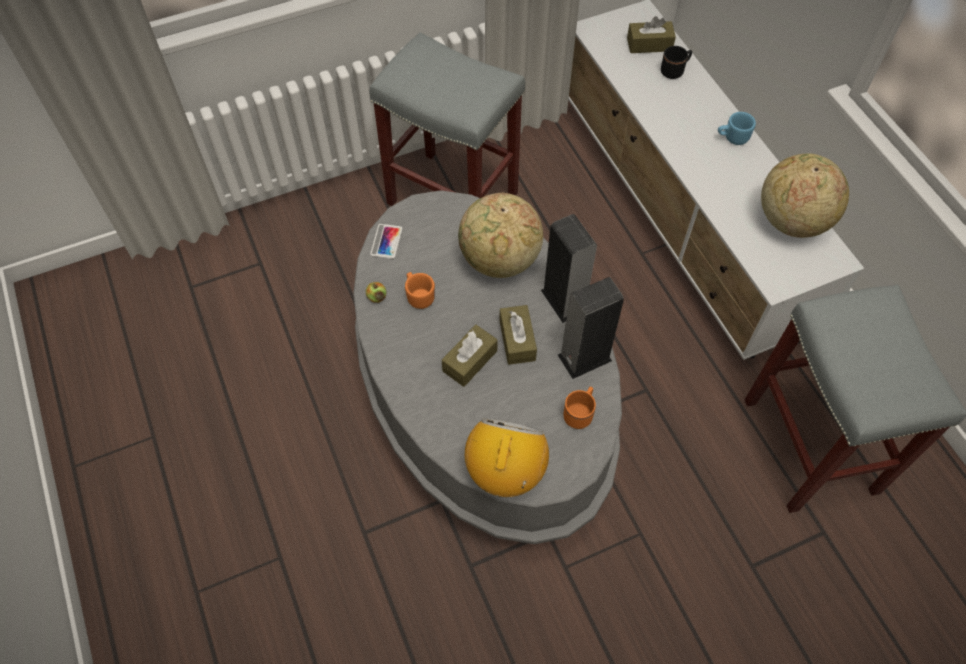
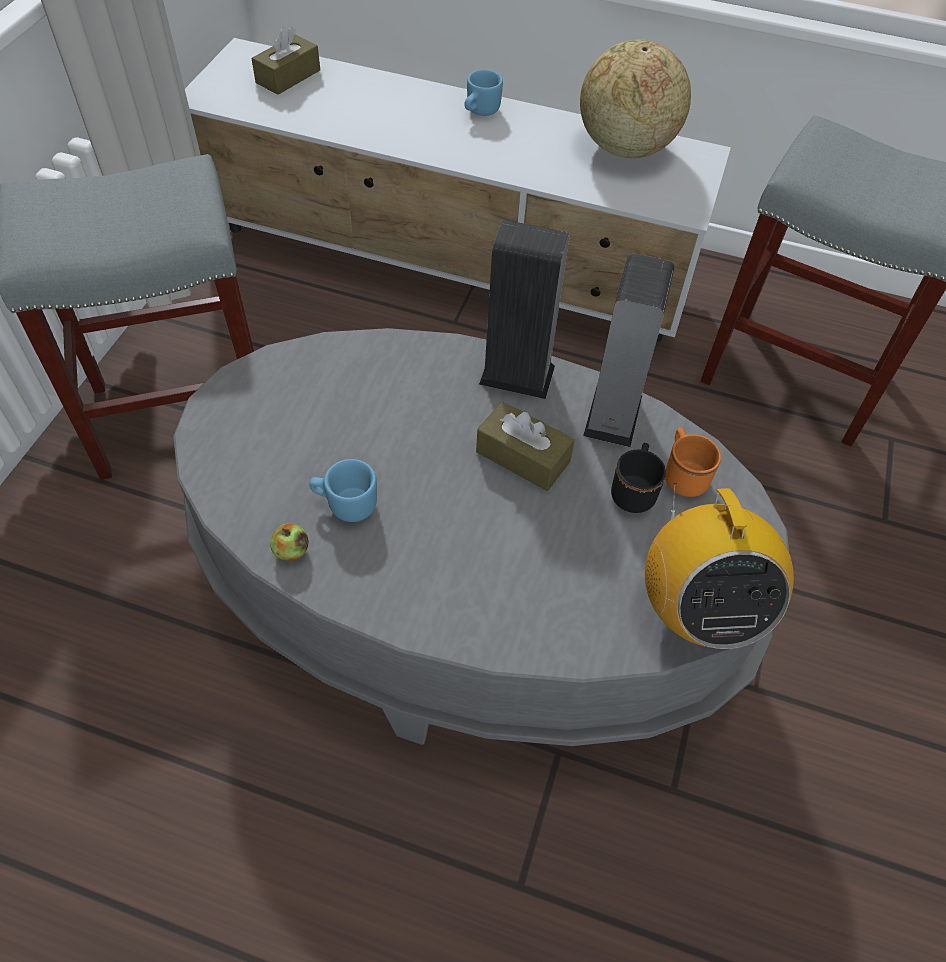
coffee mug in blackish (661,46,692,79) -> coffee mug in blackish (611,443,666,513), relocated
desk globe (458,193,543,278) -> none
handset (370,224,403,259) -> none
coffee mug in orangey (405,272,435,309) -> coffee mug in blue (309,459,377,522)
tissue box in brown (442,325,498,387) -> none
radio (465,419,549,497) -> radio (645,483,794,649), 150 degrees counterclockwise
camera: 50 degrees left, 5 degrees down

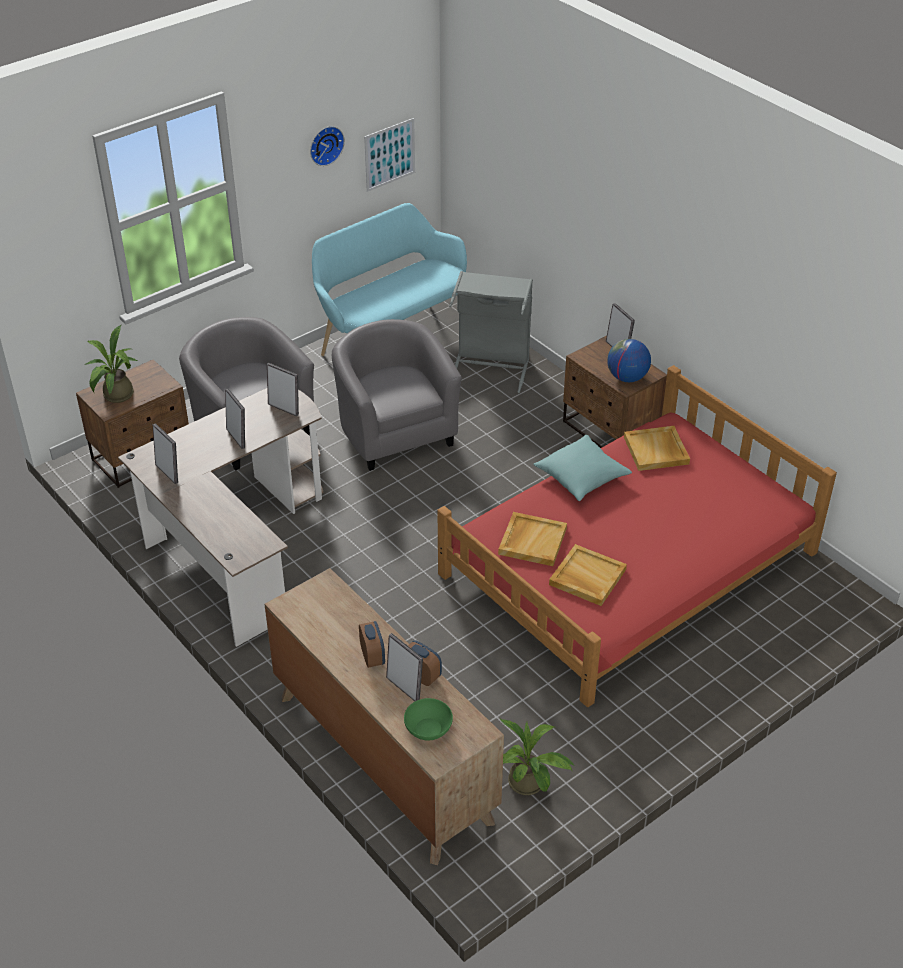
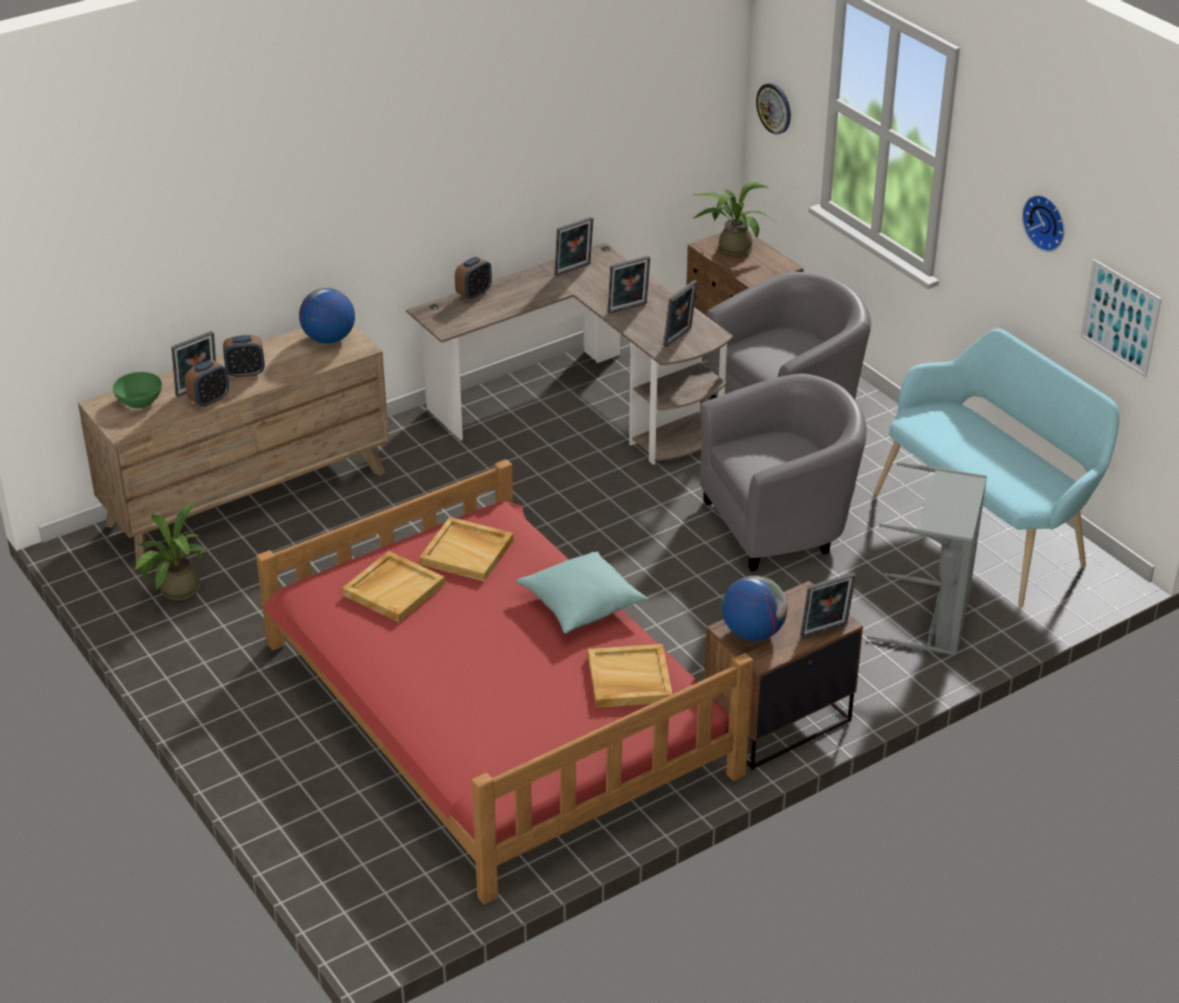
none -> clock on the wall (756,83,791,134)
none -> bedside clock (455,256,492,300)
none -> desk globe (299,288,355,344)
camera: 95 degrees right, 5 degrees down

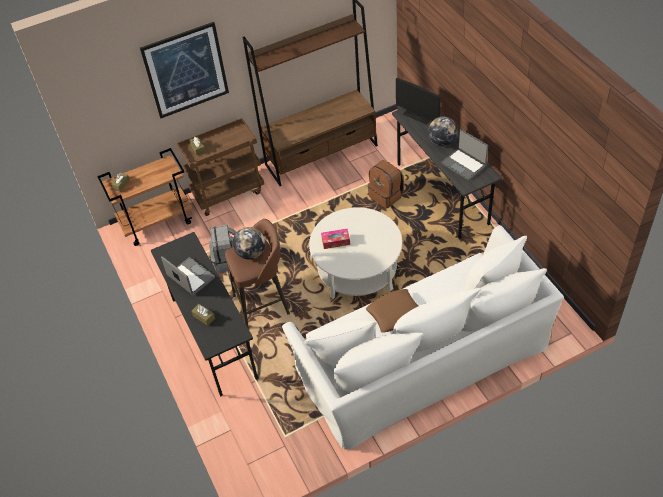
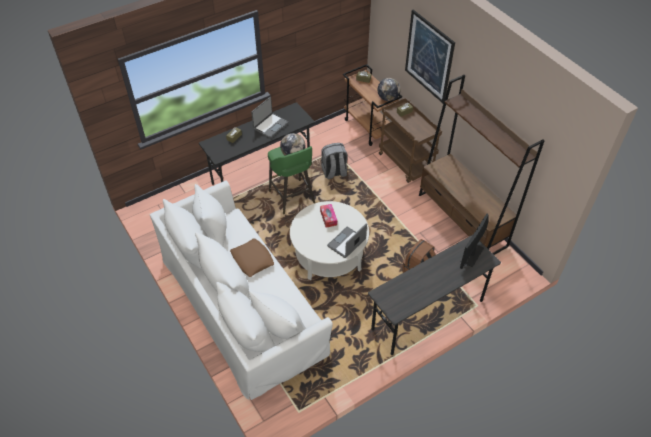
desk globe (428,117,458,147) -> desk globe (377,78,401,101), relocated
laptop (441,129,488,181) -> laptop (327,224,367,258), relocated
stool in brown (225,219,290,328) -> stool in green-coloured (268,146,315,215)
camera: 80 degrees right, 0 degrees up

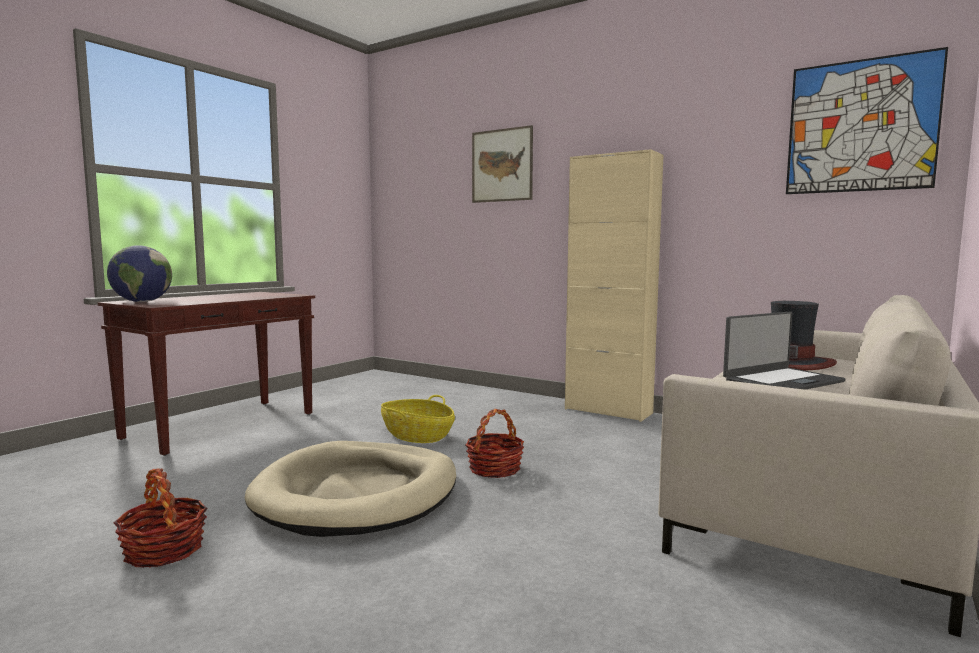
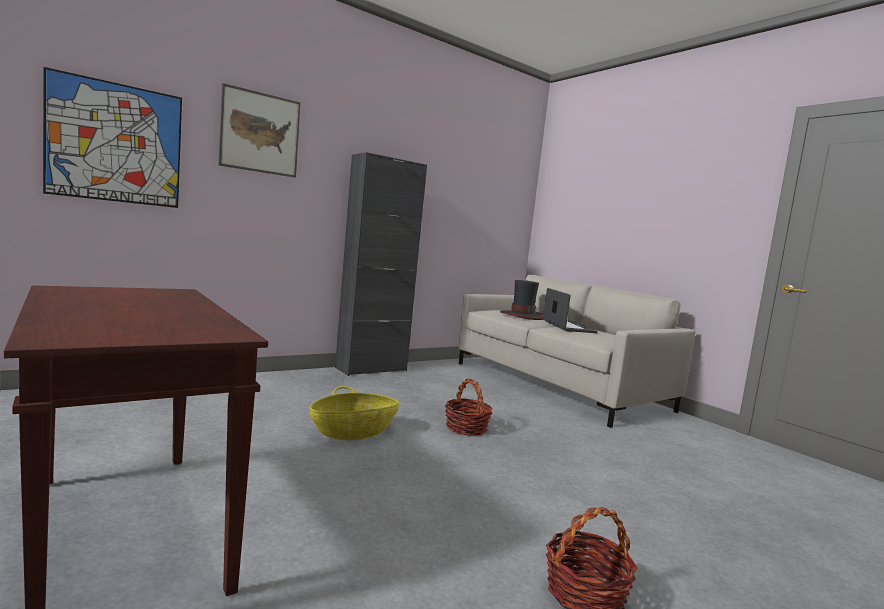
wall picture (786,47,948,194) -> wall picture (43,67,182,208), relocated
storage cabinet in beige-coloured (565,149,664,422) -> storage cabinet in blackish (335,152,427,376)
desk globe (107,245,172,302) -> none
dog cushion in beige-coloured (245,441,456,537) -> none
camera: 70 degrees left, 0 degrees up

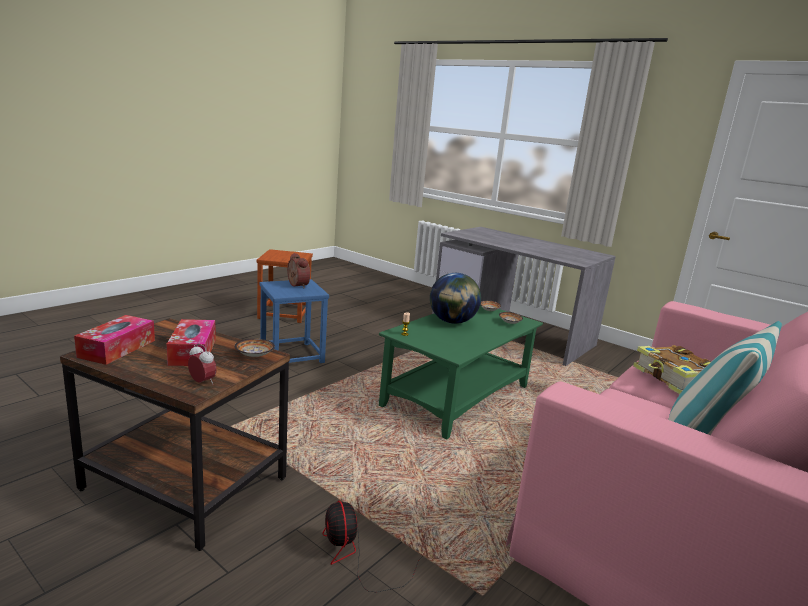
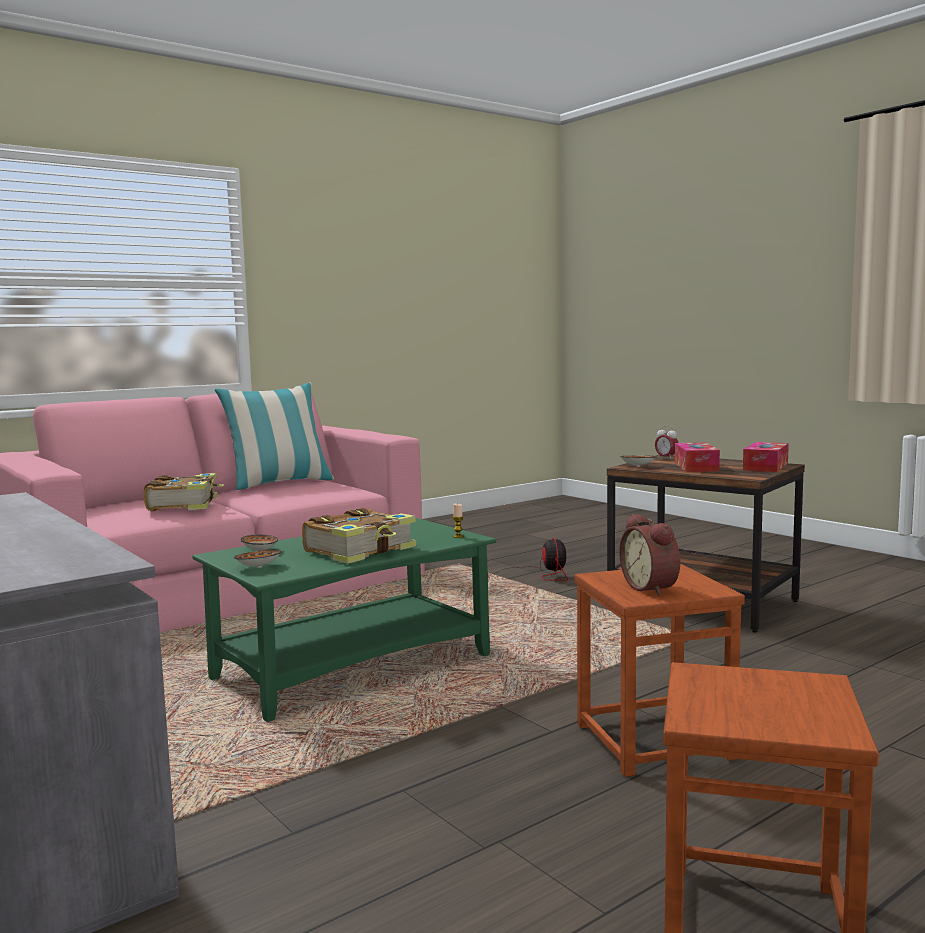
desk globe (430,273,481,324) -> volume (302,508,416,564)
stool in blue (260,279,329,363) -> stool in brown (574,564,745,777)
camera: 165 degrees left, 10 degrees down

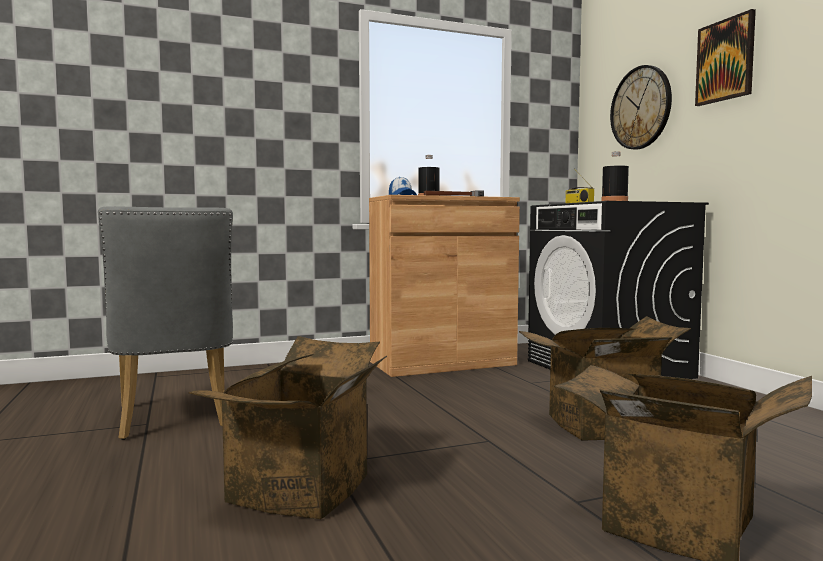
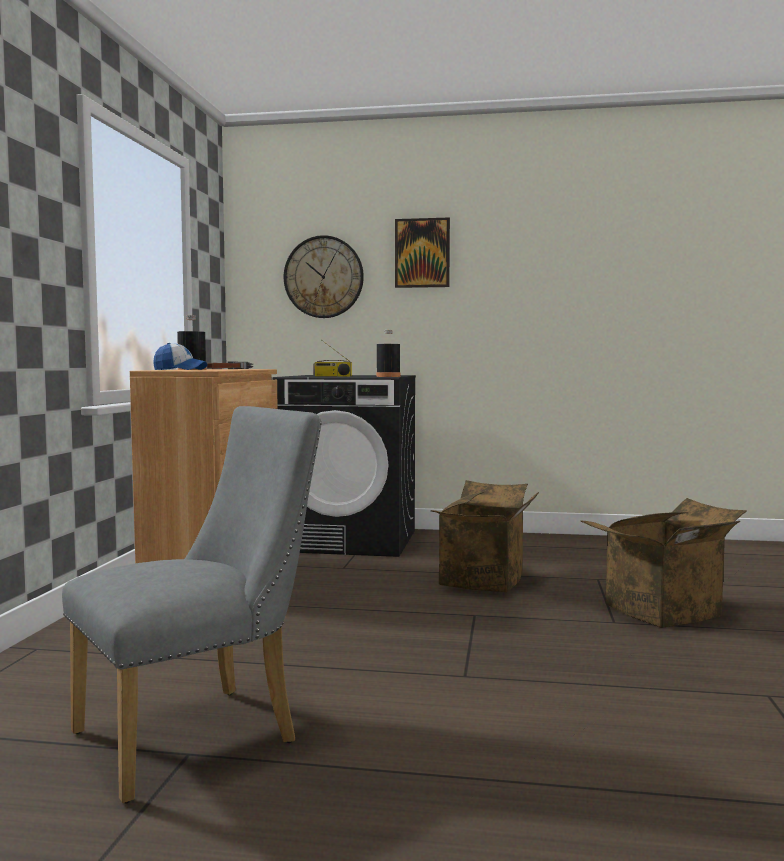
plain chair in greyish (98,206,233,440) -> plain chair in greyish (62,406,322,803), 45 degrees counterclockwise
carton (189,336,387,519) -> none
camera: 60 degrees left, 0 degrees up

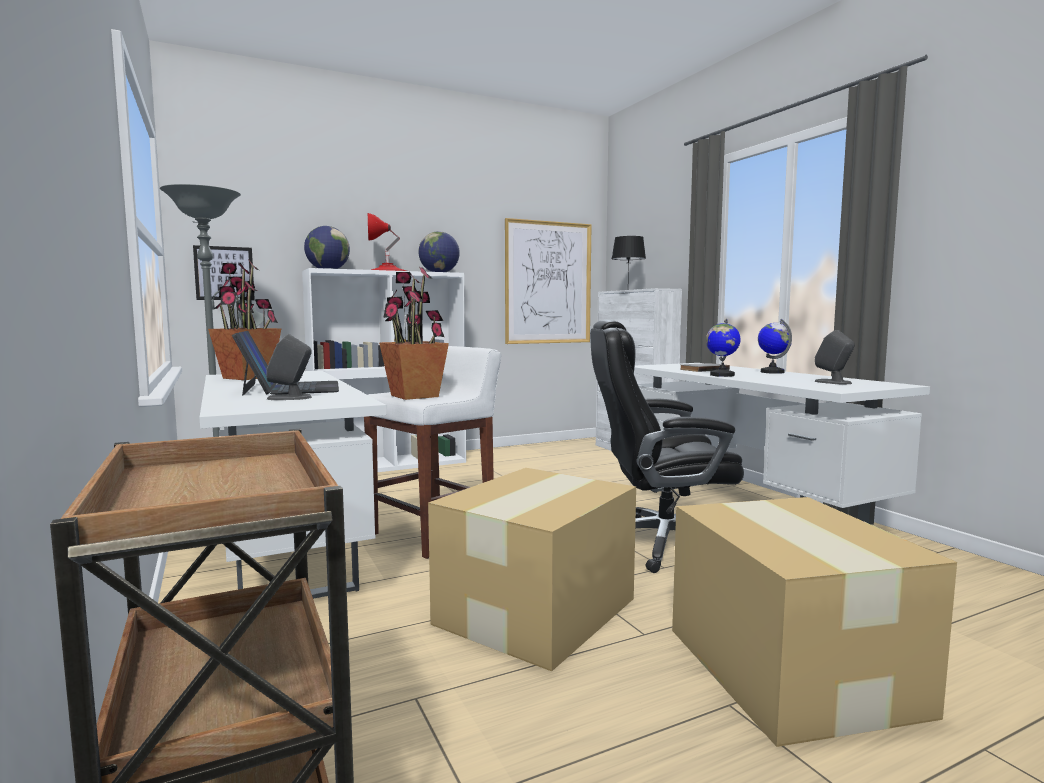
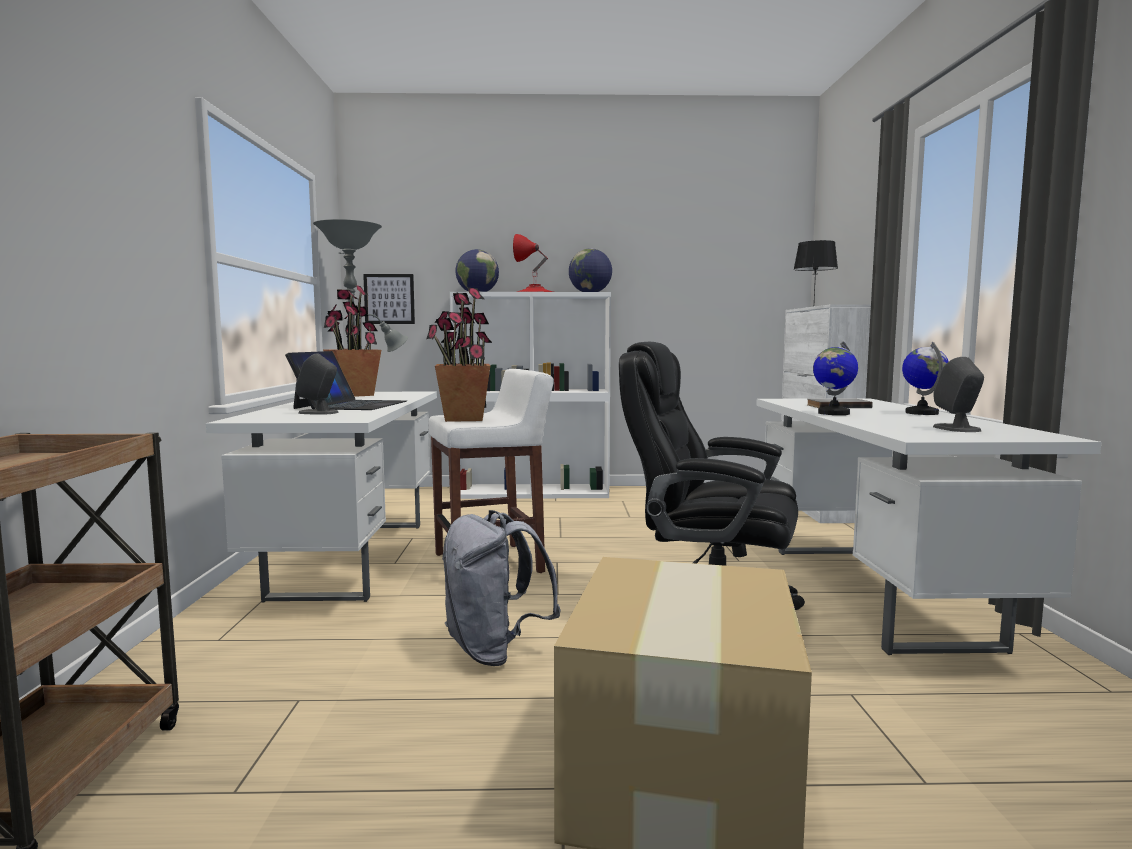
wall picture (505,218,592,344) -> none
carton (428,468,636,672) -> knapsack in greyish (442,510,561,666)
camera: 25 degrees right, 0 degrees up

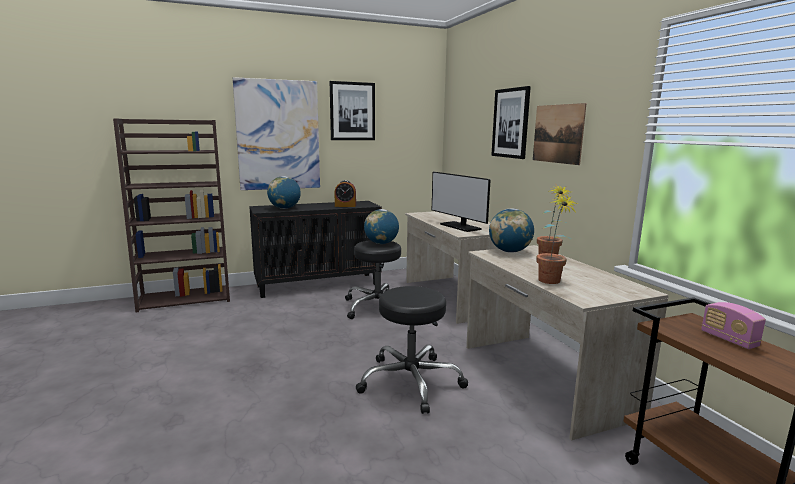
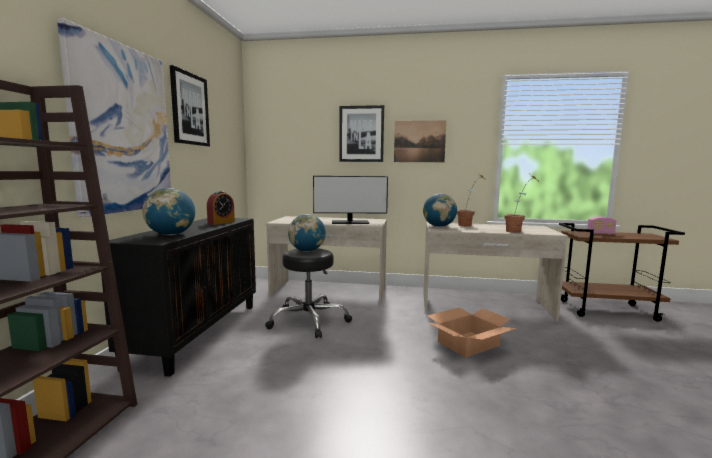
stool in blackish (356,286,468,414) -> carton (427,307,517,358)
camera: 60 degrees left, 5 degrees down

